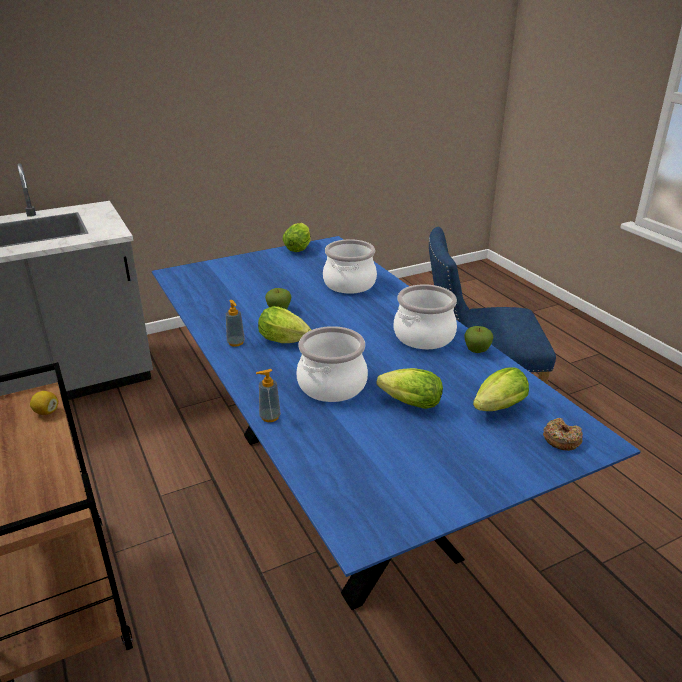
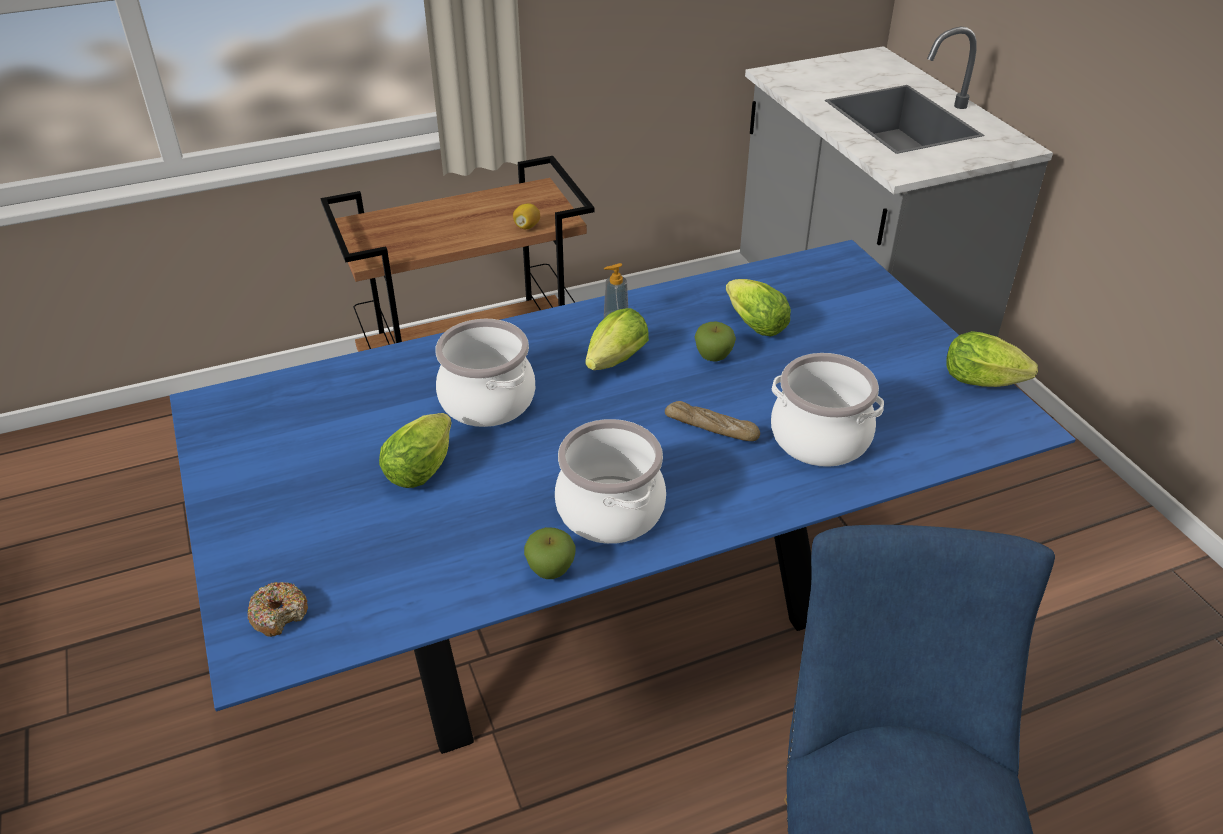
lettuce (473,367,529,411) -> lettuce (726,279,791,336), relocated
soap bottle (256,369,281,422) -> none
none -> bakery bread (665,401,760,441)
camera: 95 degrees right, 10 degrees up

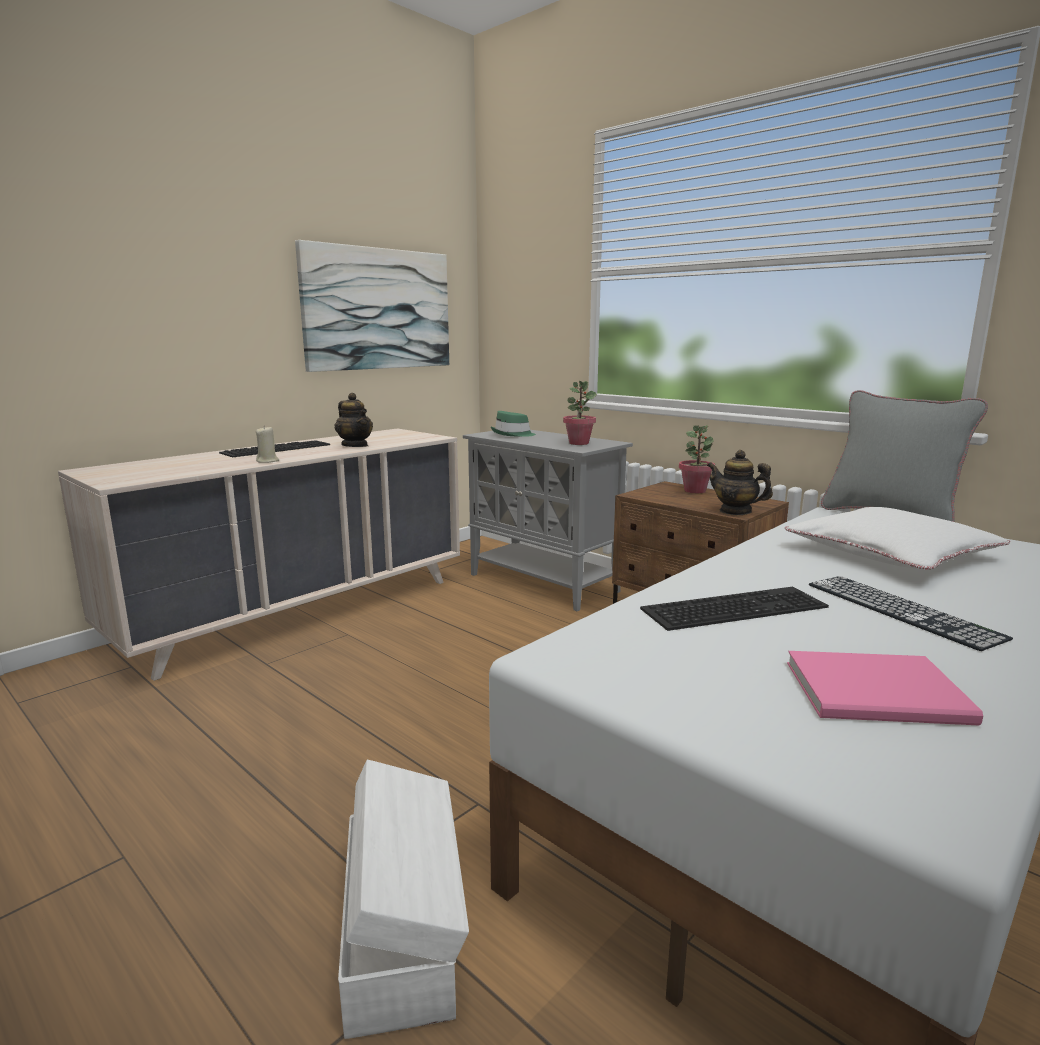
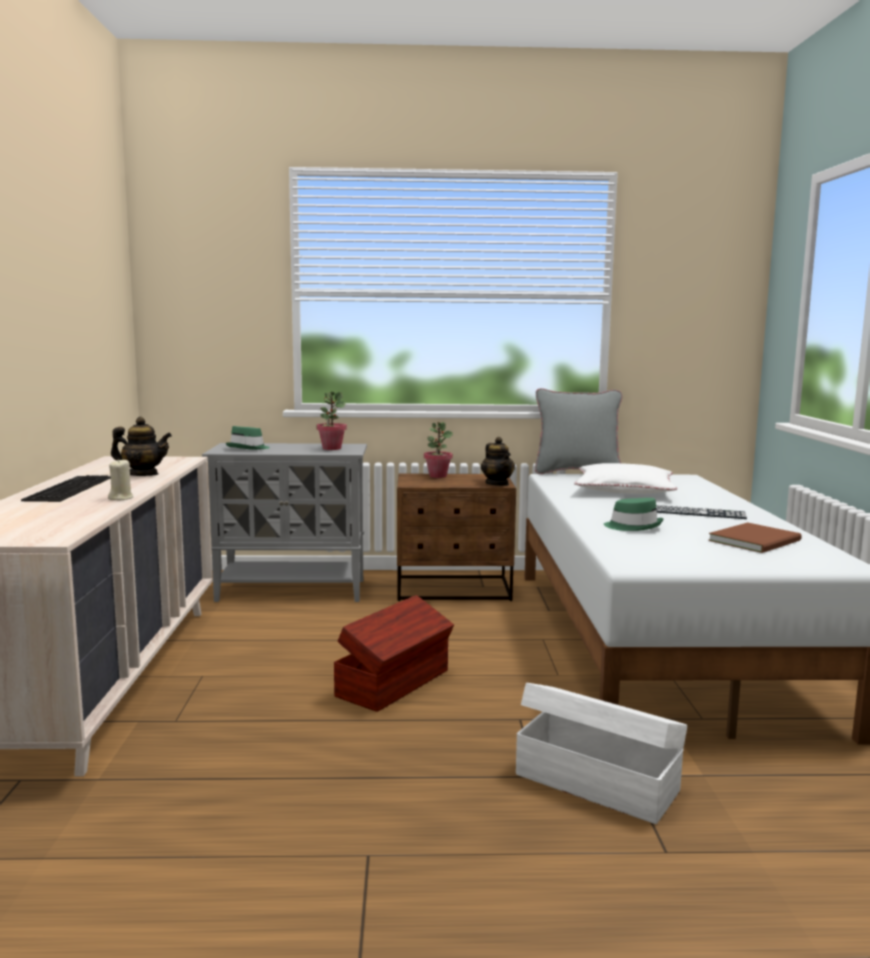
wall picture (295,240,449,372) -> none
teapot (707,450,773,515) -> teapot (481,437,515,486), 105 degrees counterclockwise
computer keyboard (640,587,829,631) -> hat in green-coloured (603,498,663,531)
volume in pinkish (787,651,983,725) -> volume in brown (708,523,802,553)
none -> storage bin in brown (334,595,454,712)
camera: 45 degrees left, 5 degrees down

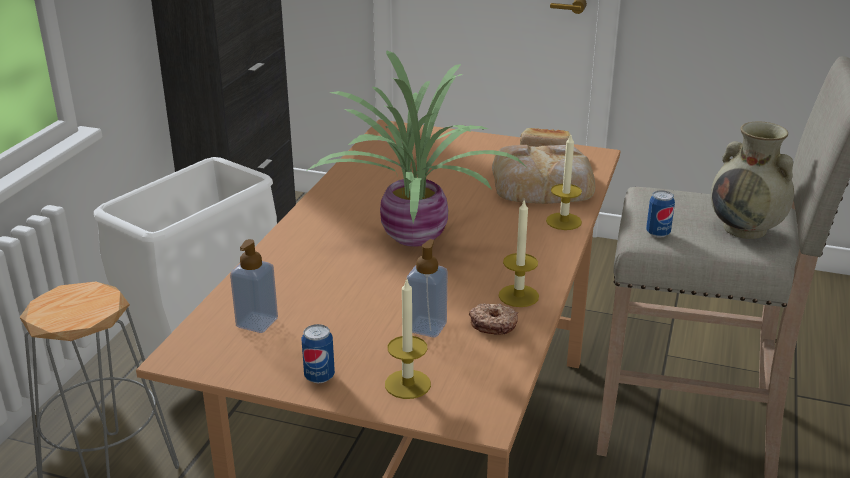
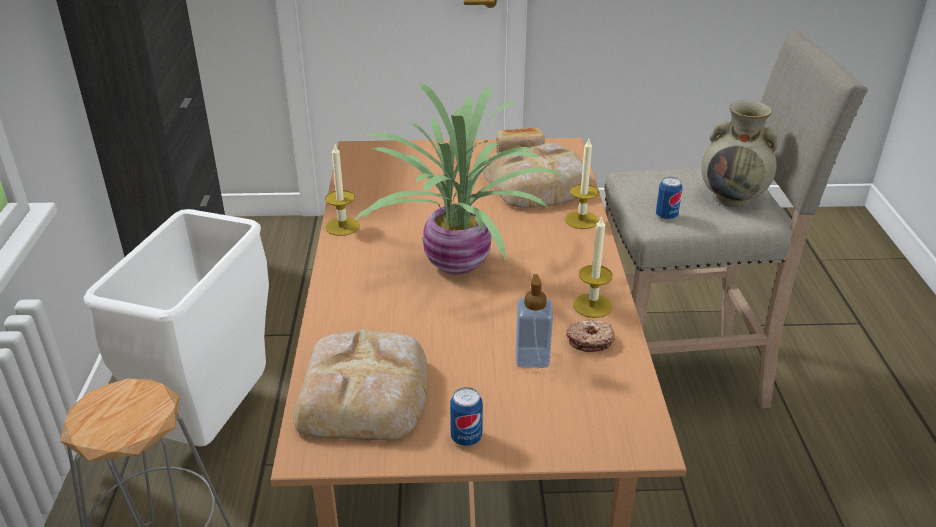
soap bottle (230,239,278,333) -> bakery bread (293,329,427,440)
wax candle (385,278,431,399) -> wax candle (325,145,360,236), relocated
camera: 20 degrees left, 5 degrees up

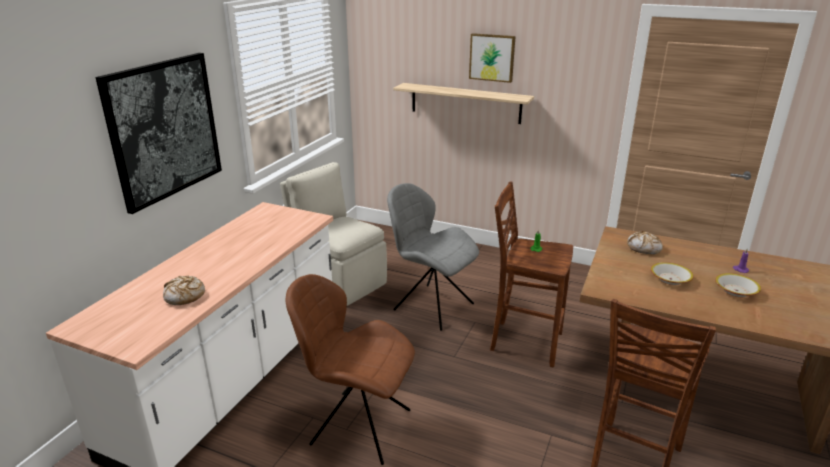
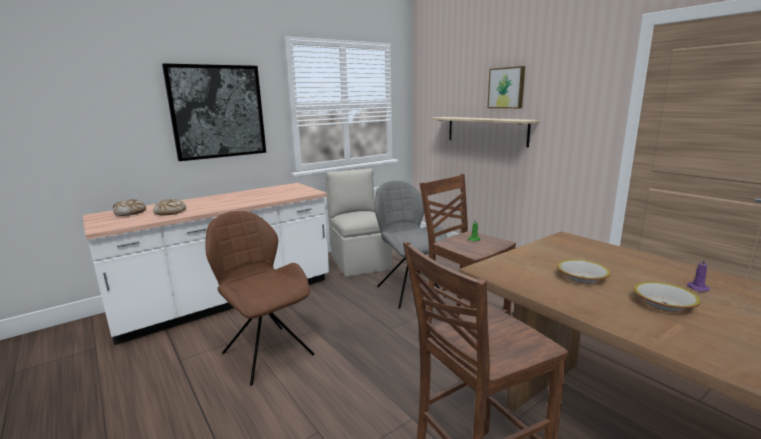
bakery bread (627,231,663,254) -> bakery bread (113,199,146,216), relocated
camera: 30 degrees right, 10 degrees down

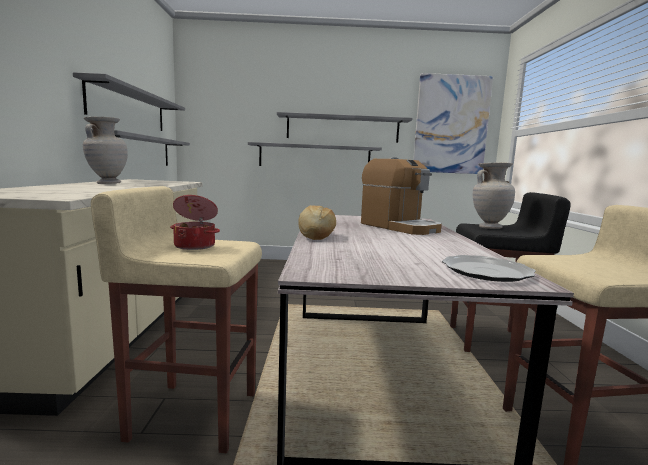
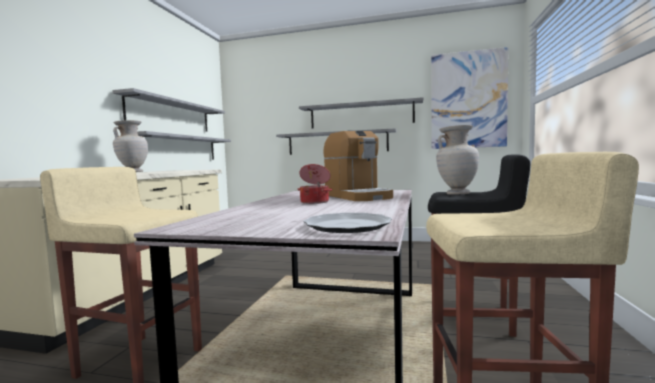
saucepot (170,195,220,250) -> saucepot (297,164,332,204), relocated
bakery bread (298,205,336,240) -> none
camera: 15 degrees right, 5 degrees down

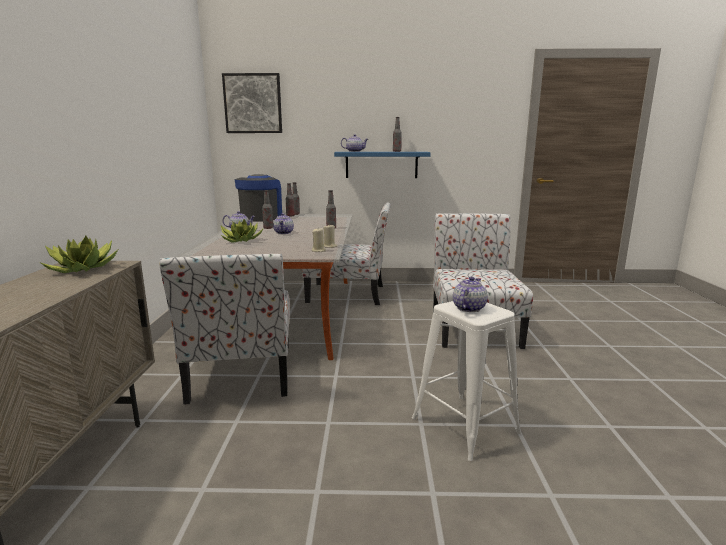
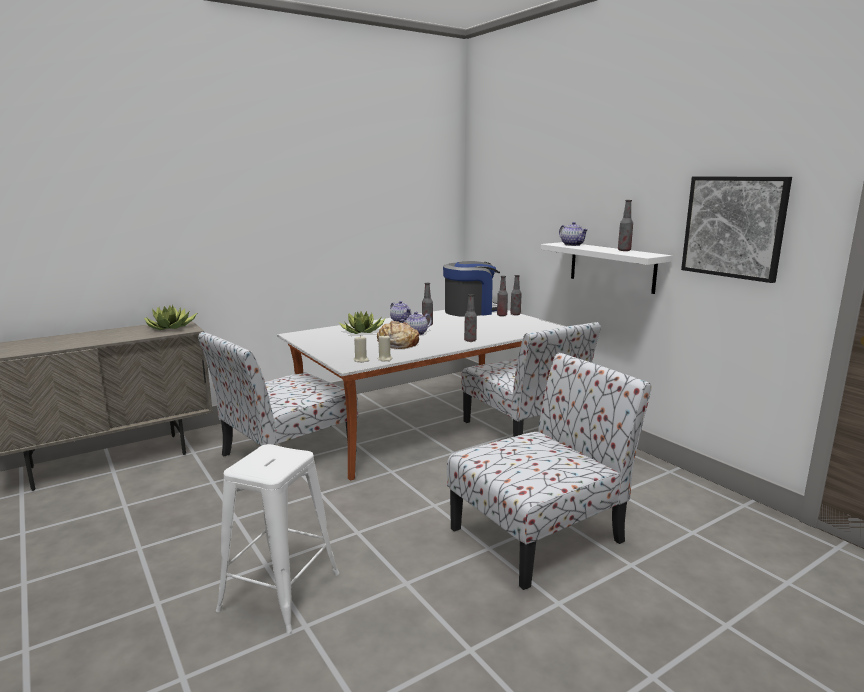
wall picture (222,73,282,133) -> wall picture (681,176,792,283), relocated
wall shelf in blue (334,152,431,178) -> wall shelf in white (541,242,672,294)
teapot (453,277,488,312) -> none
none -> bakery bread (377,321,419,349)
camera: 55 degrees right, 0 degrees up

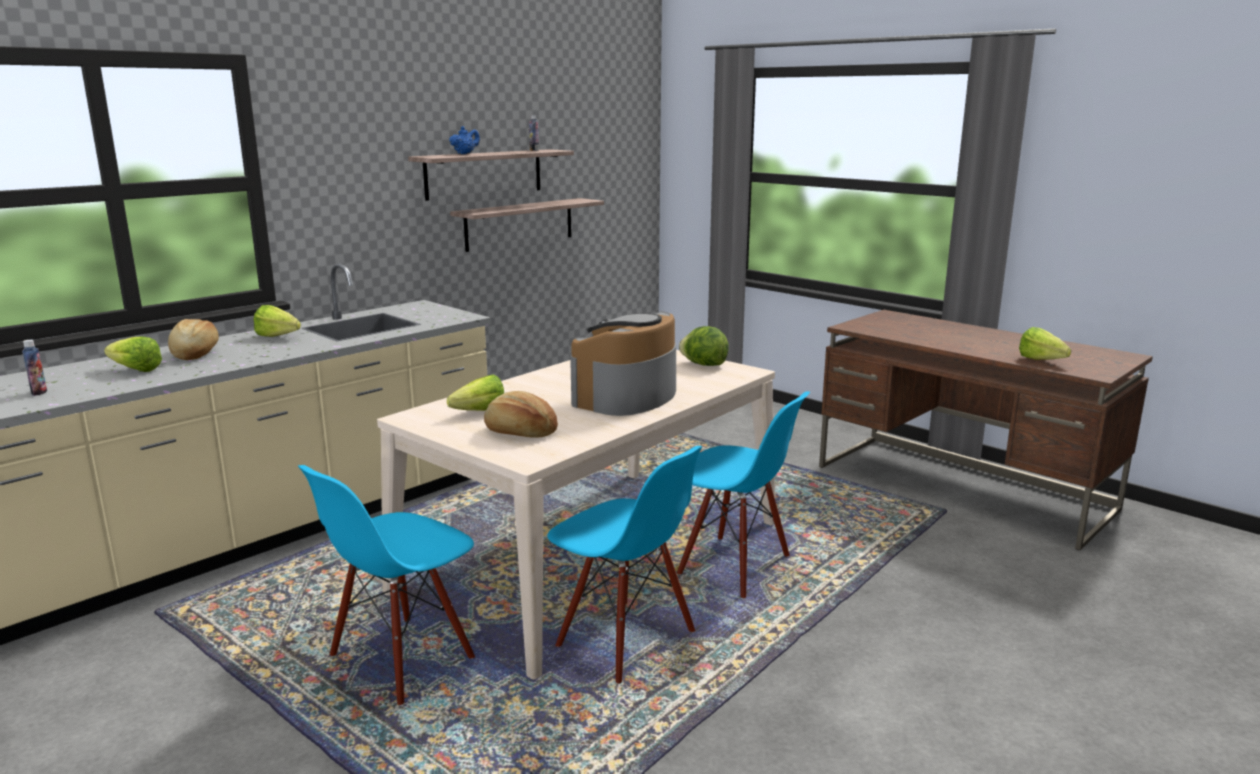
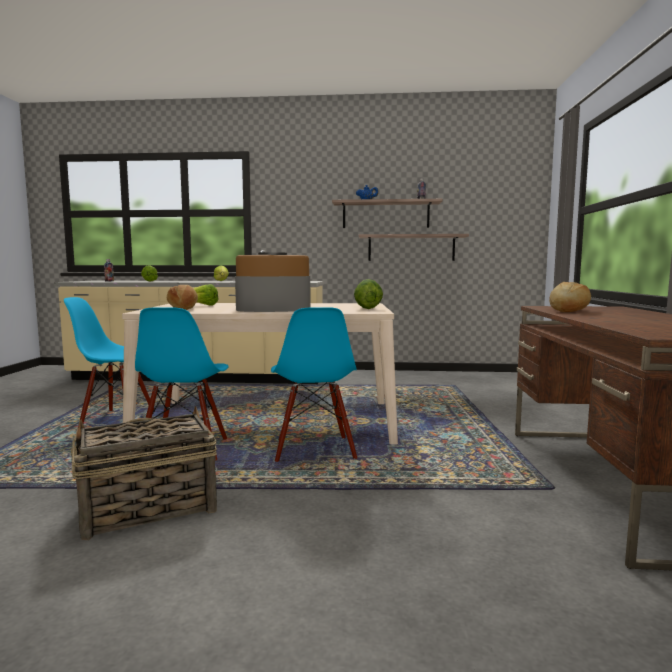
bakery bread (168,319,219,360) -> bakery bread (549,282,591,312), relocated
lettuce (1019,327,1071,360) -> none
none -> basket (71,406,217,540)
camera: 50 degrees right, 10 degrees down

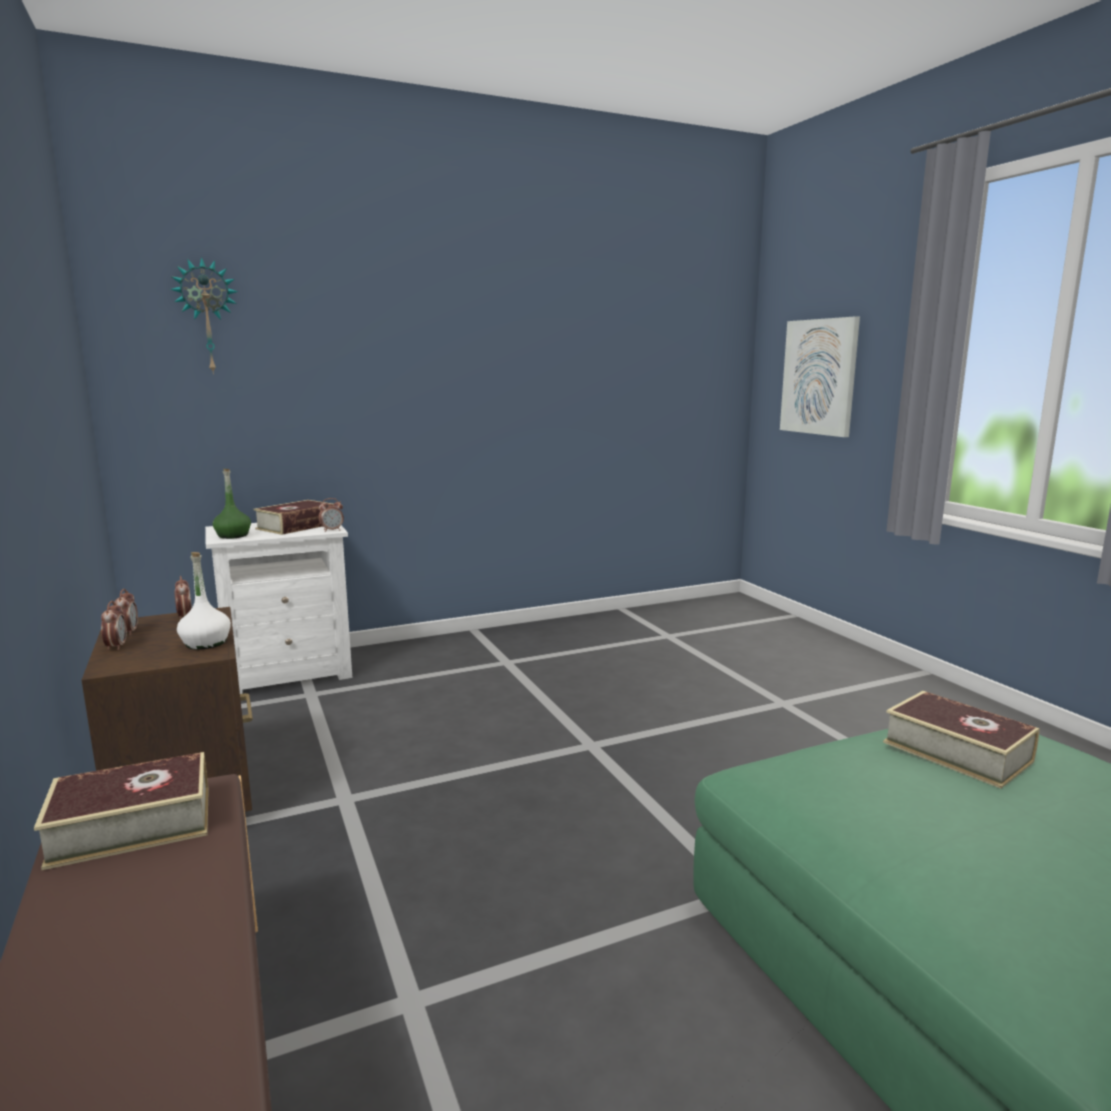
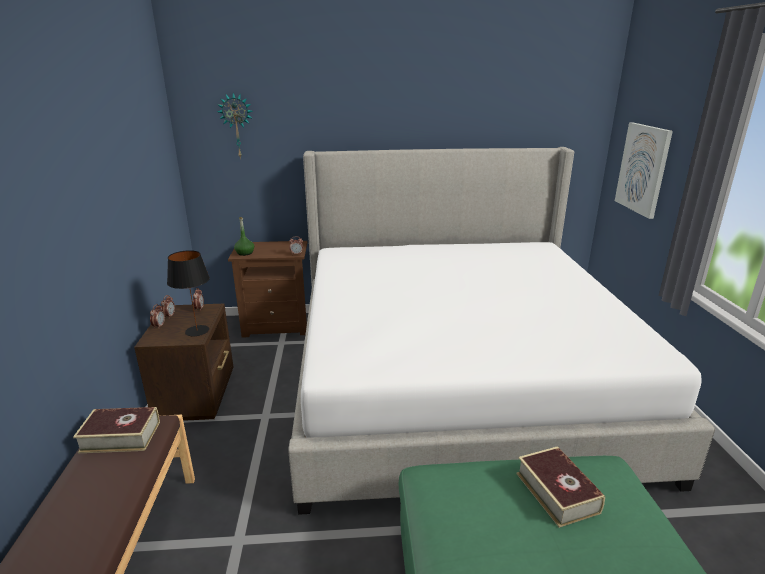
volume (253,500,333,535) -> none
nightstand in white (205,523,352,694) -> nightstand in brown (228,241,307,338)
bottle in white (177,552,231,650) -> tabletop lamp in blackish (167,250,210,336)
none -> bed (288,147,715,515)
camera: 20 degrees right, 10 degrees up

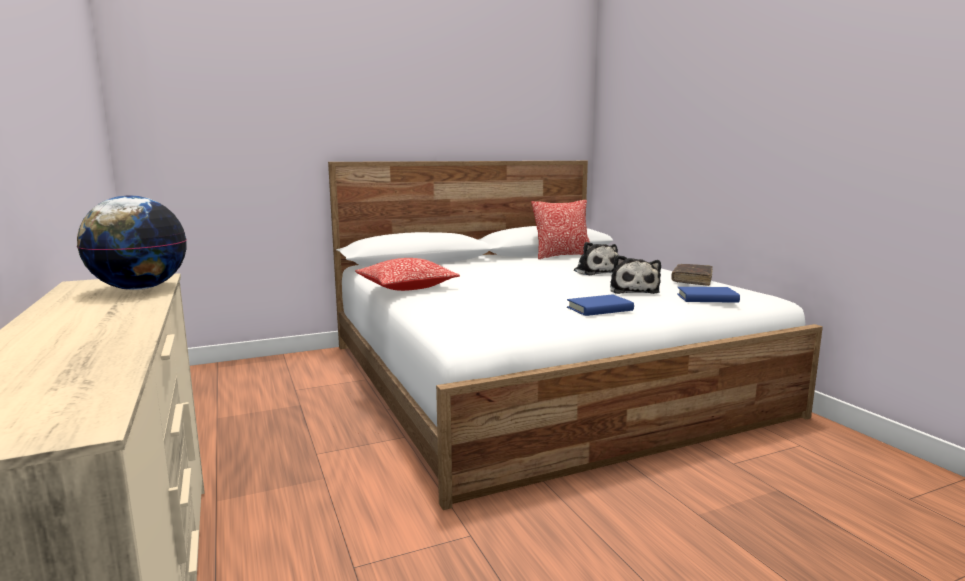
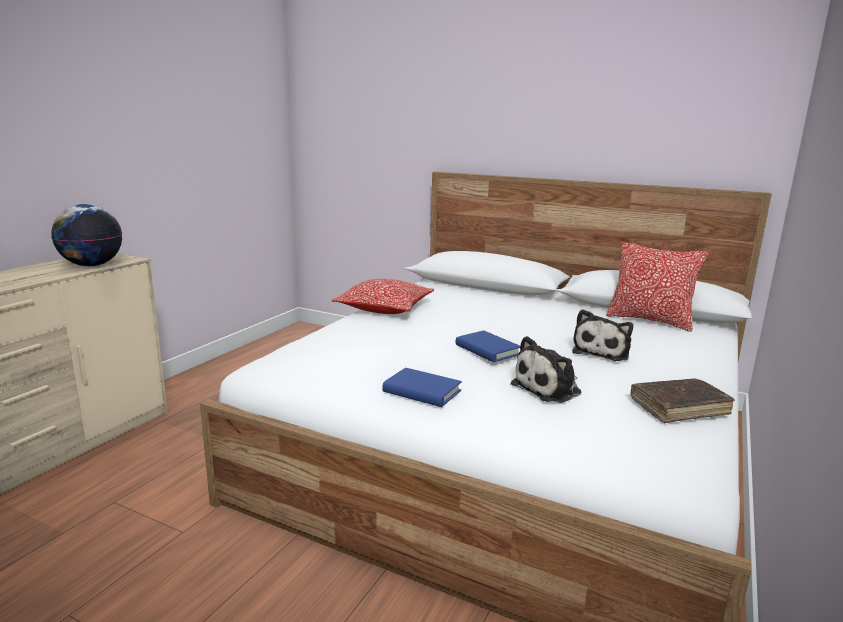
volume in blue (677,287,740,303) -> volume in blue (456,330,520,362), relocated
camera: 50 degrees right, 5 degrees up

